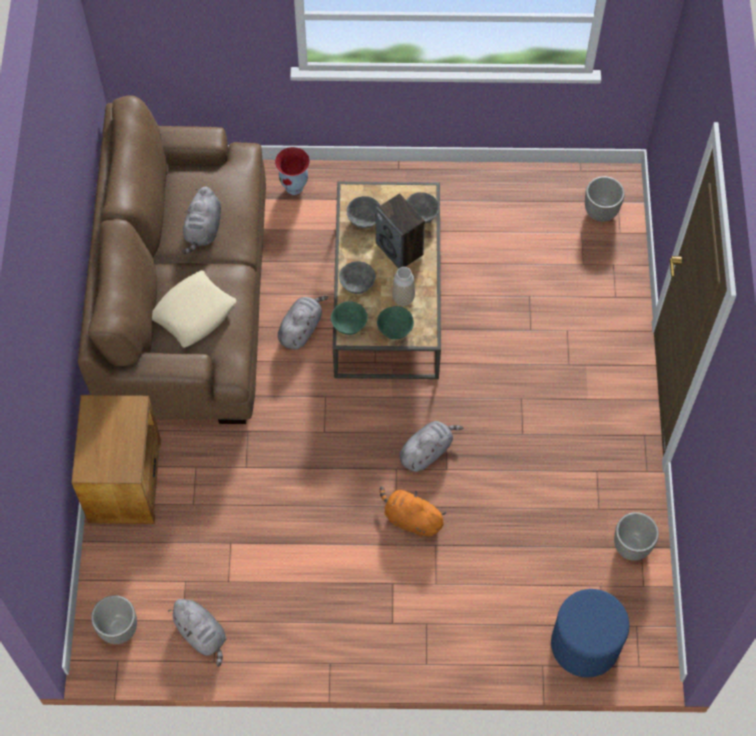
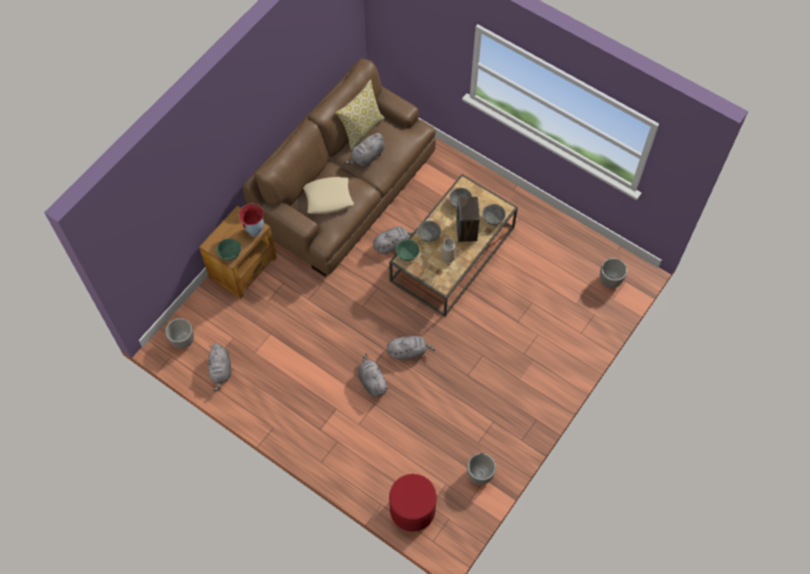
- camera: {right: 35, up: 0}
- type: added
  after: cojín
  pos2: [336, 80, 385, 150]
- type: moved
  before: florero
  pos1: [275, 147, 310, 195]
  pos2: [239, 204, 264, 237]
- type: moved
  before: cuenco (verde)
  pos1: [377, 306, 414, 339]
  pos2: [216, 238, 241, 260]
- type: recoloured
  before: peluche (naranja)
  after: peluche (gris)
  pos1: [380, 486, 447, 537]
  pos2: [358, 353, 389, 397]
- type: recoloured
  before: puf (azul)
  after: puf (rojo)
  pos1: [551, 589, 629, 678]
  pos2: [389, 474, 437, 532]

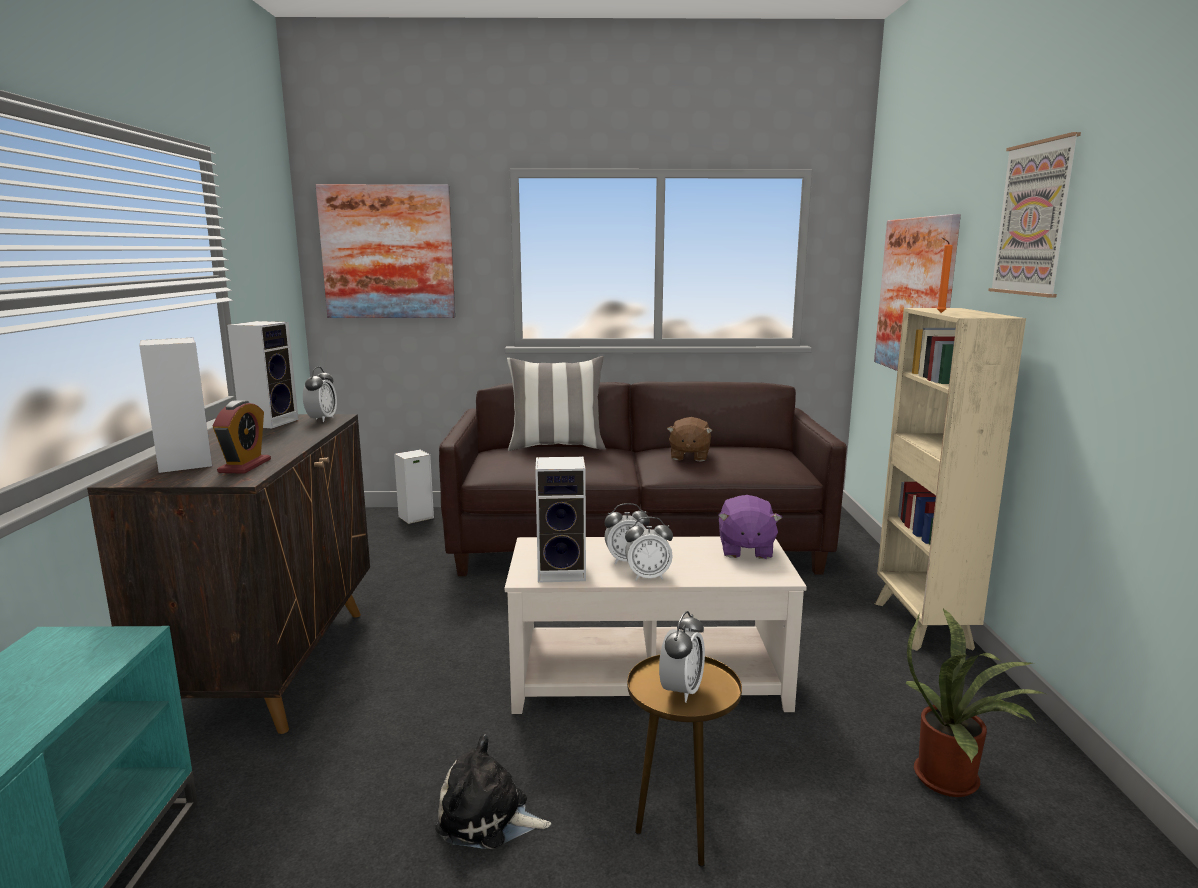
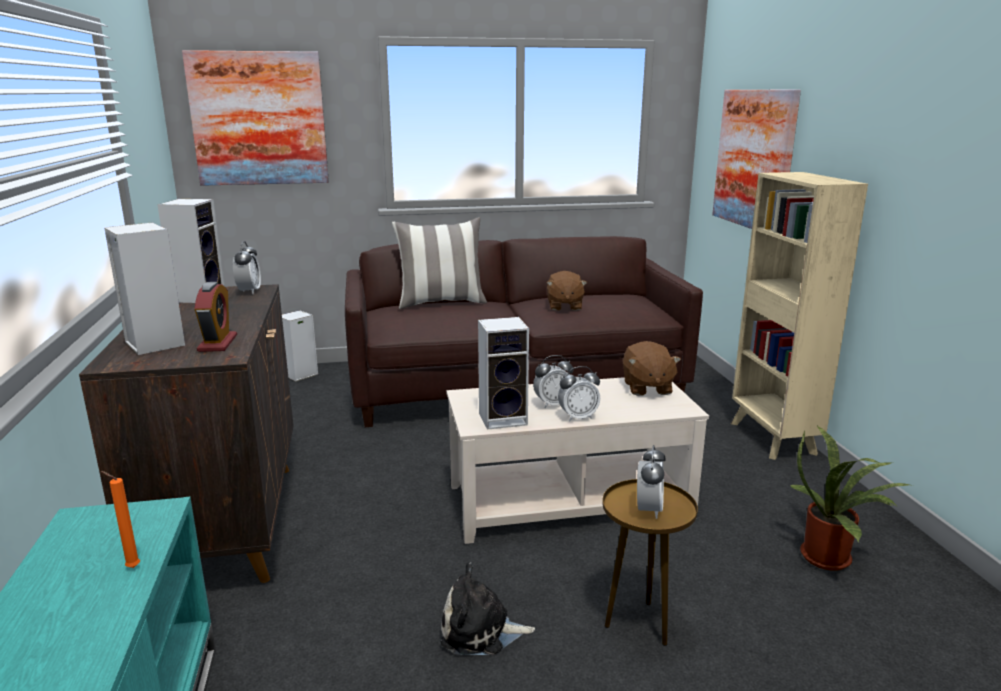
- camera: {right: -10, up: 5}
- type: removed
  before: cuadro
  pos1: [988, 132, 1081, 297]
- type: moved
  before: vela (naranja)
  pos1: [937, 237, 953, 313]
  pos2: [101, 471, 140, 568]
- type: recoloured
  before: peluche (morado)
  after: peluche (marrón)
  pos1: [718, 495, 782, 559]
  pos2: [623, 341, 681, 396]

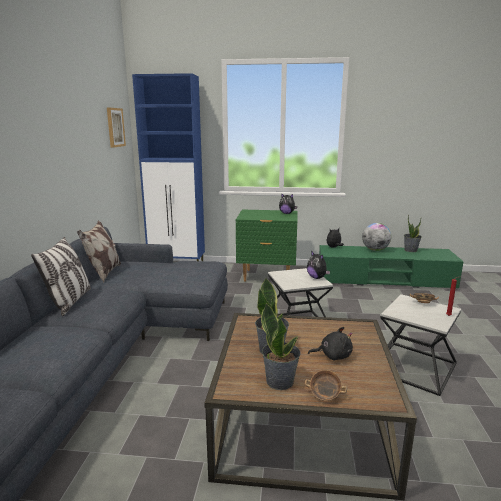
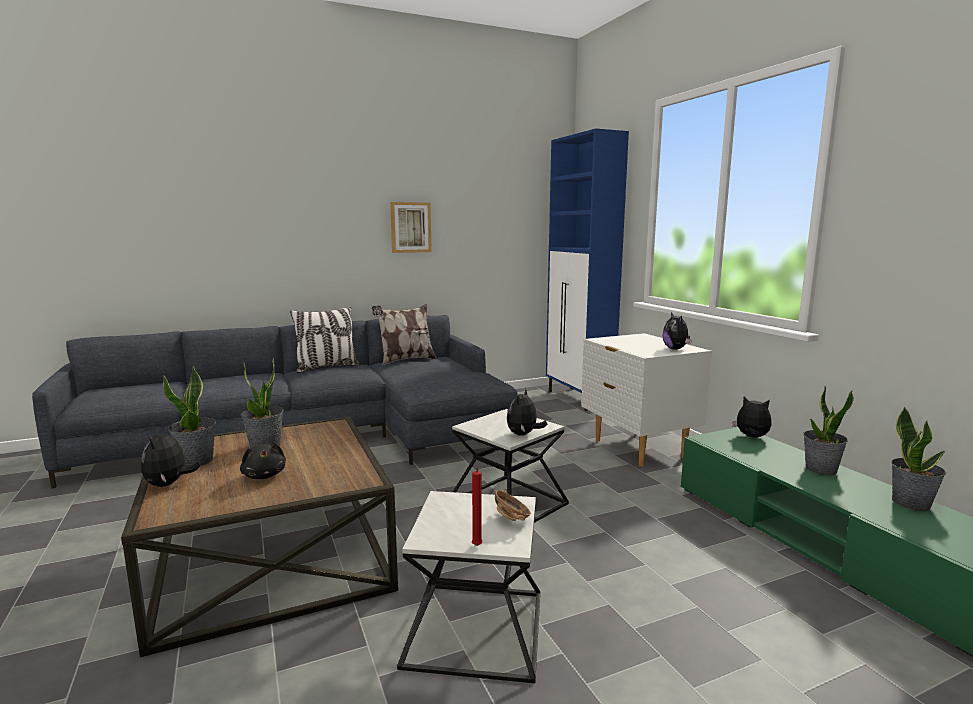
- camera: {right: 60, up: -5}
- type: moved
  before: cuadro
  pos1: [107, 108, 126, 148]
  pos2: [390, 202, 432, 253]
- type: replaced
  before: cuenco
  after: peluche
  pos1: [305, 370, 348, 401]
  pos2: [141, 425, 200, 487]
- type: replaced
  before: globo terráqueo
  after: planta en maceta
  pos1: [362, 223, 391, 251]
  pos2: [803, 386, 854, 475]
- type: recoloured
  before: mesita de noche (verde)
  after: mesita de noche (blanco)
  pos1: [236, 209, 297, 281]
  pos2: [581, 333, 712, 467]

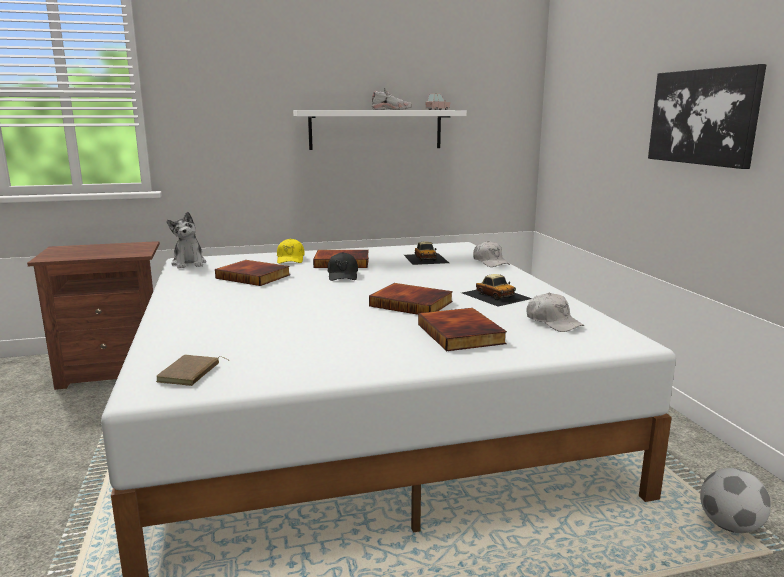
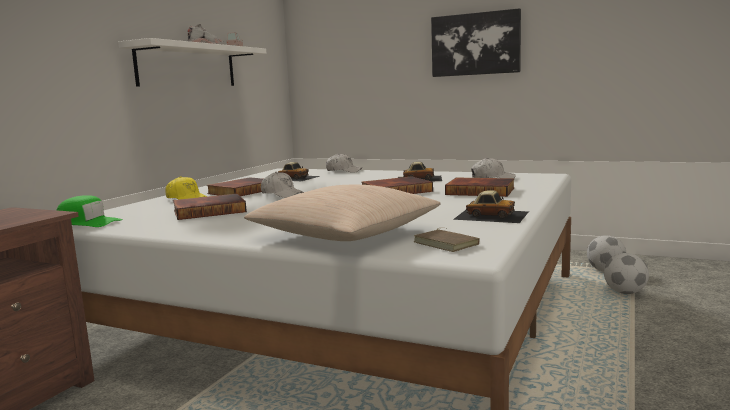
- camera: {right: -50, up: -5}
- type: added
  after: cojín (beis)
  pos2: [244, 185, 441, 241]
- type: added
  after: coche de juguete
  pos2: [453, 190, 529, 223]
- type: added
  after: balón de fútbol
  pos2: [604, 253, 649, 294]
- type: replaced
  before: peluche
  after: gorra (verde)
  pos1: [167, 212, 206, 269]
  pos2: [57, 195, 123, 227]
- type: recoloured
  before: gorra (negro)
  after: gorra (blanco)
  pos1: [327, 252, 358, 281]
  pos2: [261, 172, 304, 198]

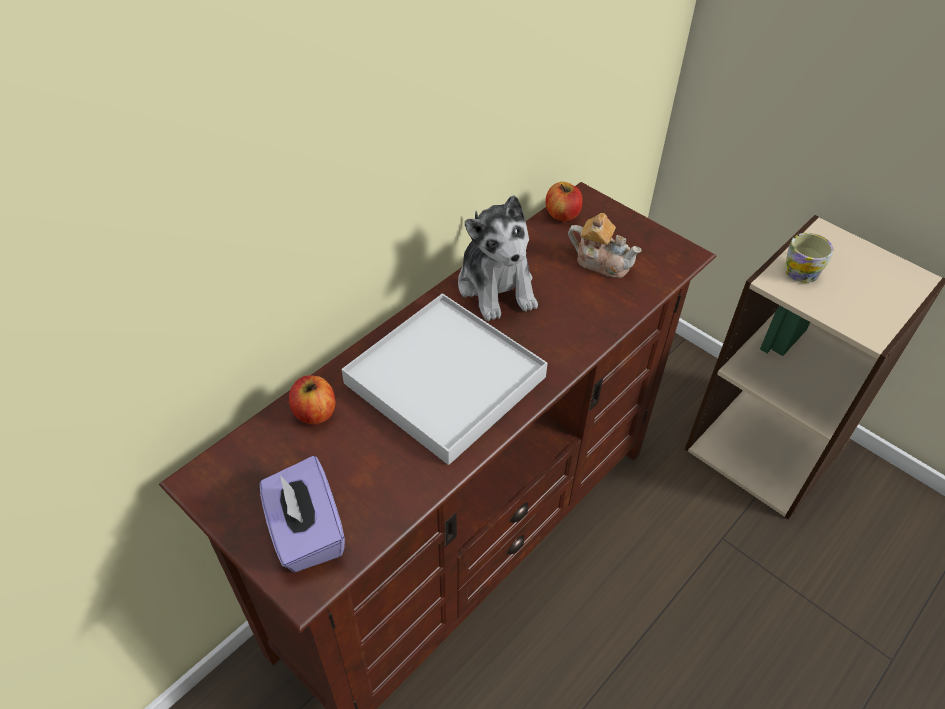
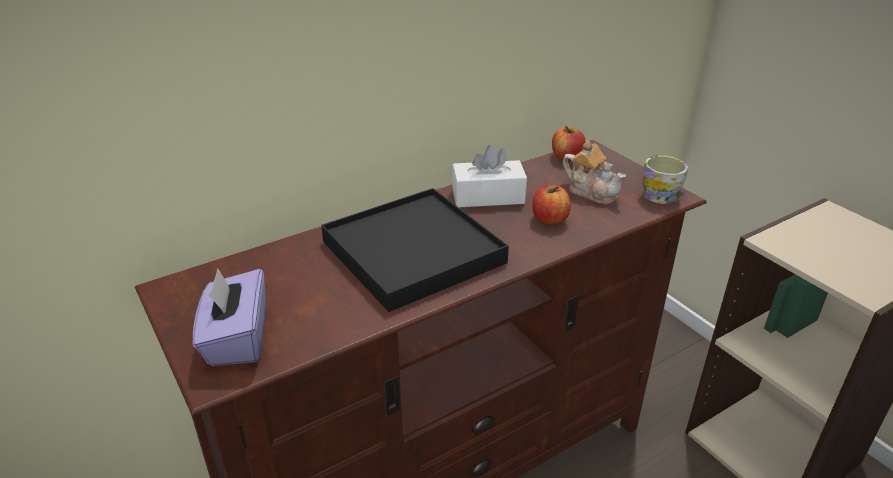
- camera: {right: 15, up: -15}
- type: moved
  before: manzana
  pos1: [289, 375, 336, 425]
  pos2: [532, 185, 571, 225]
- type: moved
  before: taza grande
  pos1: [784, 233, 834, 283]
  pos2: [643, 155, 688, 204]
- type: replaced
  before: peluche
  after: caja de pañuelos (blanco)
  pos1: [458, 195, 538, 321]
  pos2: [452, 145, 527, 207]
- type: recoloured
  before: bandeja (blanco)
  after: bandeja (negro)
  pos1: [342, 293, 548, 465]
  pos2: [321, 188, 509, 312]

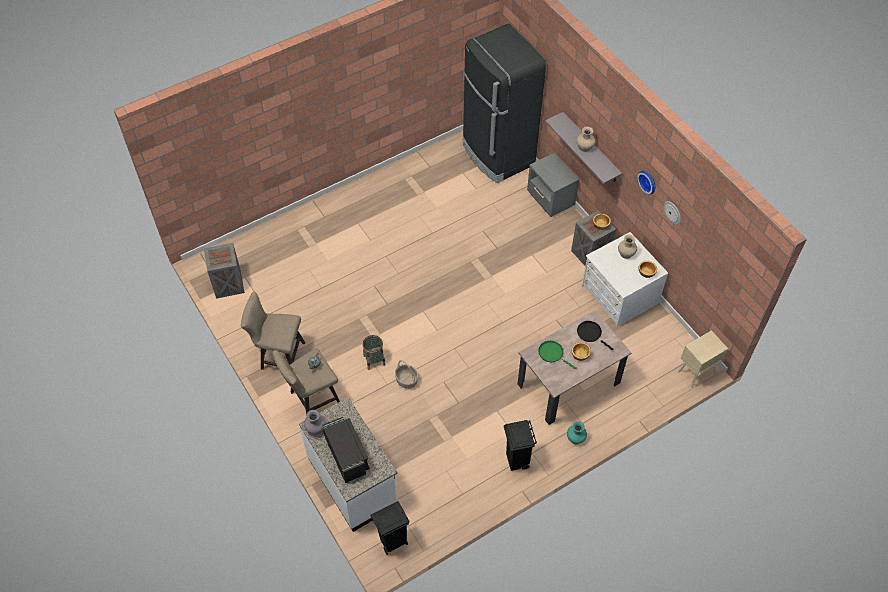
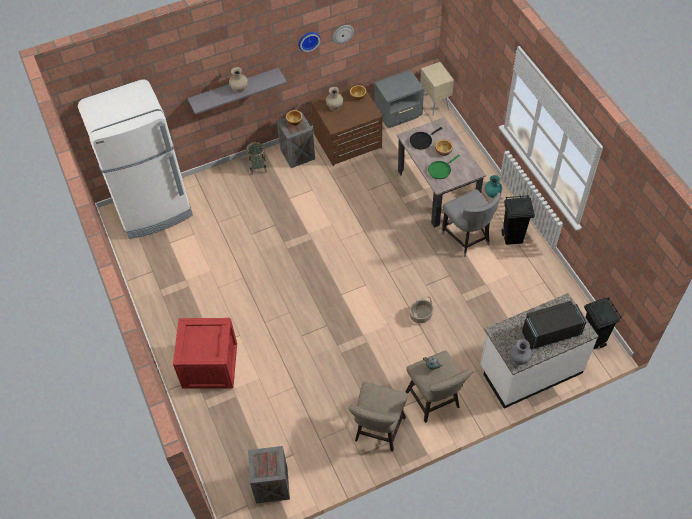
- camera: {right: -80, up: 0}
- type: added
  after: caja de embalaje
  pos2: [173, 318, 237, 389]
- type: added
  after: silla (gris)
  pos2: [442, 189, 501, 257]
- type: moved
  before: cesta
  pos1: [363, 335, 386, 370]
  pos2: [246, 142, 267, 175]
- type: moved
  before: mesita de noche (gris)
  pos1: [527, 153, 579, 217]
  pos2: [374, 70, 424, 128]
- type: recoloured
  before: nevera (negro)
  after: nevera (blanco)
  pos1: [463, 24, 546, 183]
  pos2: [78, 79, 193, 239]
- type: recoloured
  before: cómoda (blanco)
  after: cómoda (marrón)
  pos1: [582, 232, 668, 327]
  pos2: [310, 83, 383, 167]

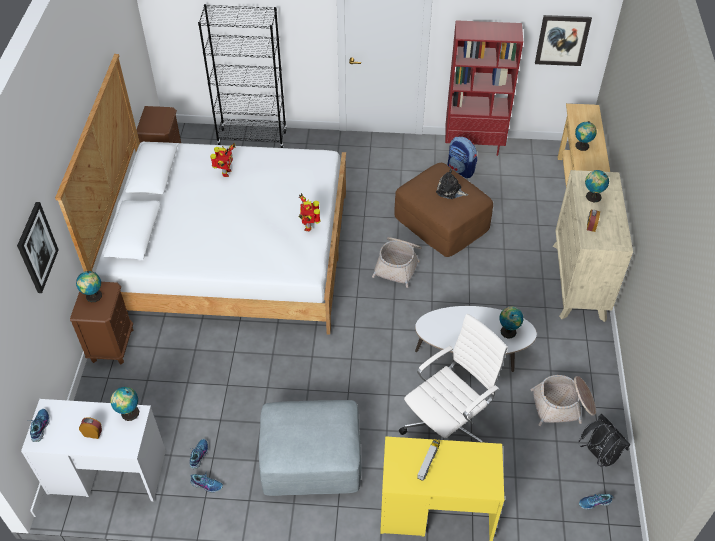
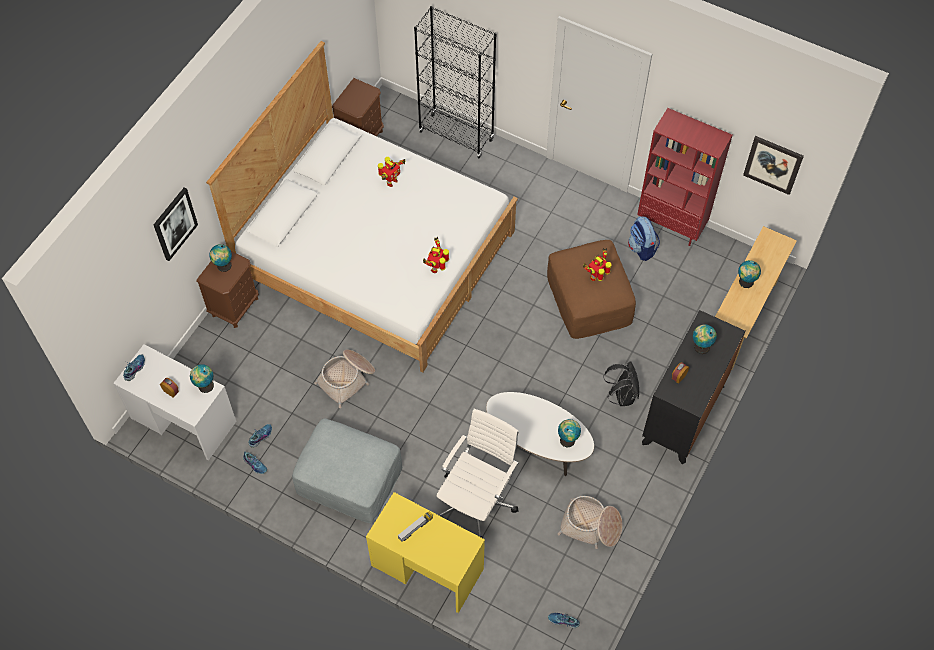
- camera: {right: 25, up: 10}
- type: moved
  before: cesta
  pos1: [372, 237, 422, 288]
  pos2: [314, 350, 375, 408]
- type: moved
  before: mochila (negro)
  pos1: [578, 414, 630, 467]
  pos2: [603, 361, 639, 406]
- type: replaced
  before: peluche
  after: robot de juguete
  pos1: [436, 169, 468, 199]
  pos2: [583, 248, 611, 281]
- type: recoloured
  before: cómoda (beis)
  after: cómoda (negro)
  pos1: [552, 170, 633, 322]
  pos2: [642, 310, 745, 464]
- type: turned
  before: silla de oficina (blanco)
  pos1: [399, 314, 508, 443]
  pos2: [436, 409, 519, 538]
  turn: -45

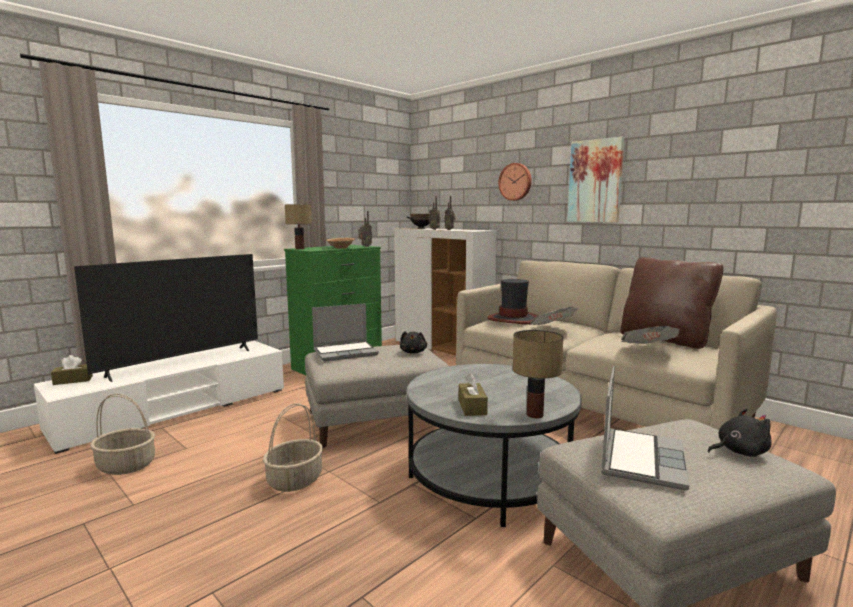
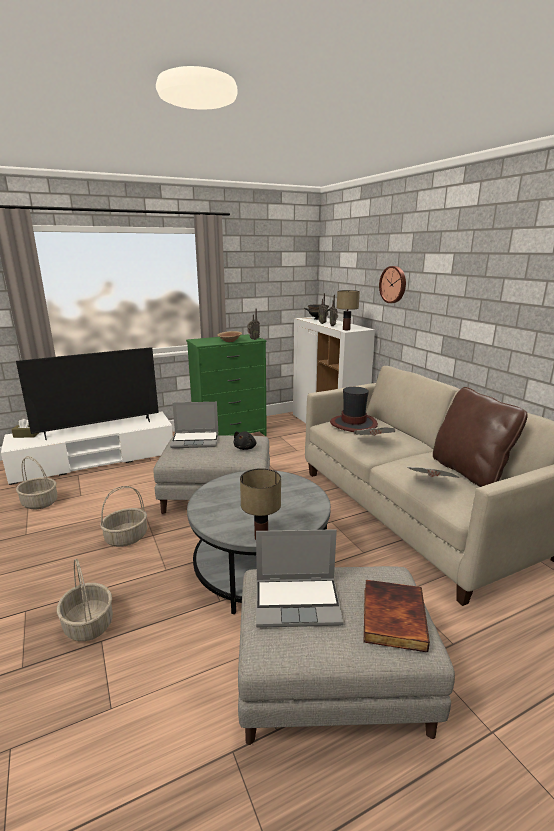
- camera: {right: 20, up: 10}
- type: removed
  before: caja de pañuelos (marrón)
  pos1: [459, 373, 488, 416]
- type: removed
  before: cuadro
  pos1: [567, 137, 624, 223]
- type: added
  after: cesta
  pos2: [57, 559, 113, 641]
- type: moved
  before: lámpara de mesa
  pos1: [285, 204, 312, 249]
  pos2: [337, 290, 360, 330]
- type: replaced
  before: peluche (negro)
  after: libro
  pos1: [708, 408, 772, 457]
  pos2: [364, 580, 430, 653]
- type: turned
  before: portátil
  pos1: [601, 366, 689, 490]
  pos2: [256, 529, 344, 628]
  turn: 45

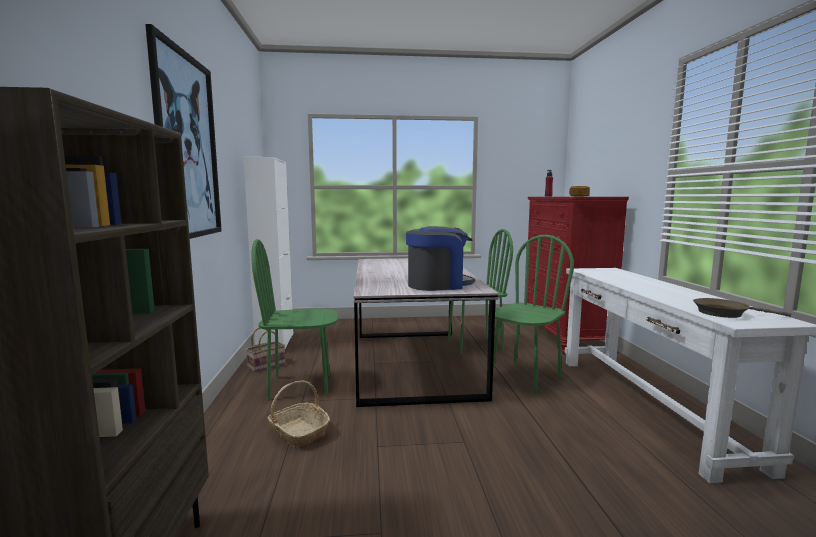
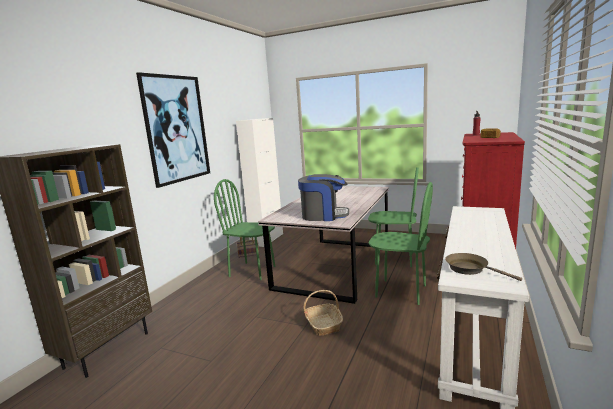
- camera: {right: 30, up: 5}
- type: moved
  before: cesta
  pos1: [267, 381, 330, 448]
  pos2: [303, 290, 343, 336]
- type: turned
  before: silla (verde)
  pos1: [493, 235, 574, 394]
  pos2: [368, 182, 433, 305]
  turn: 45

